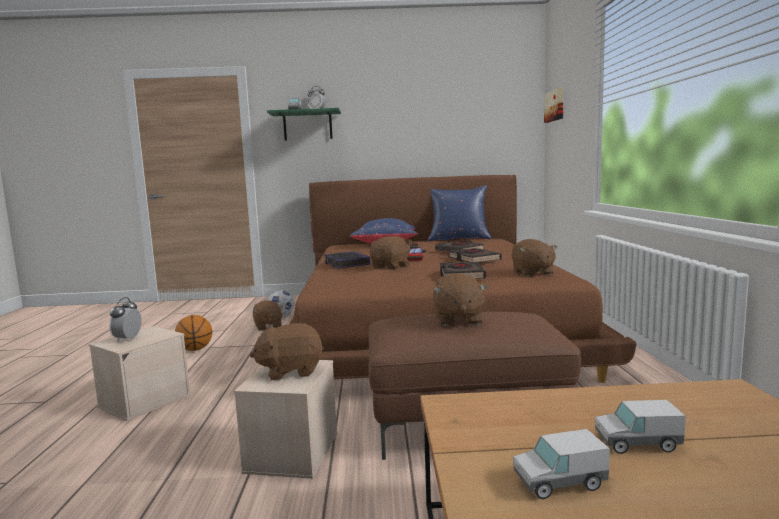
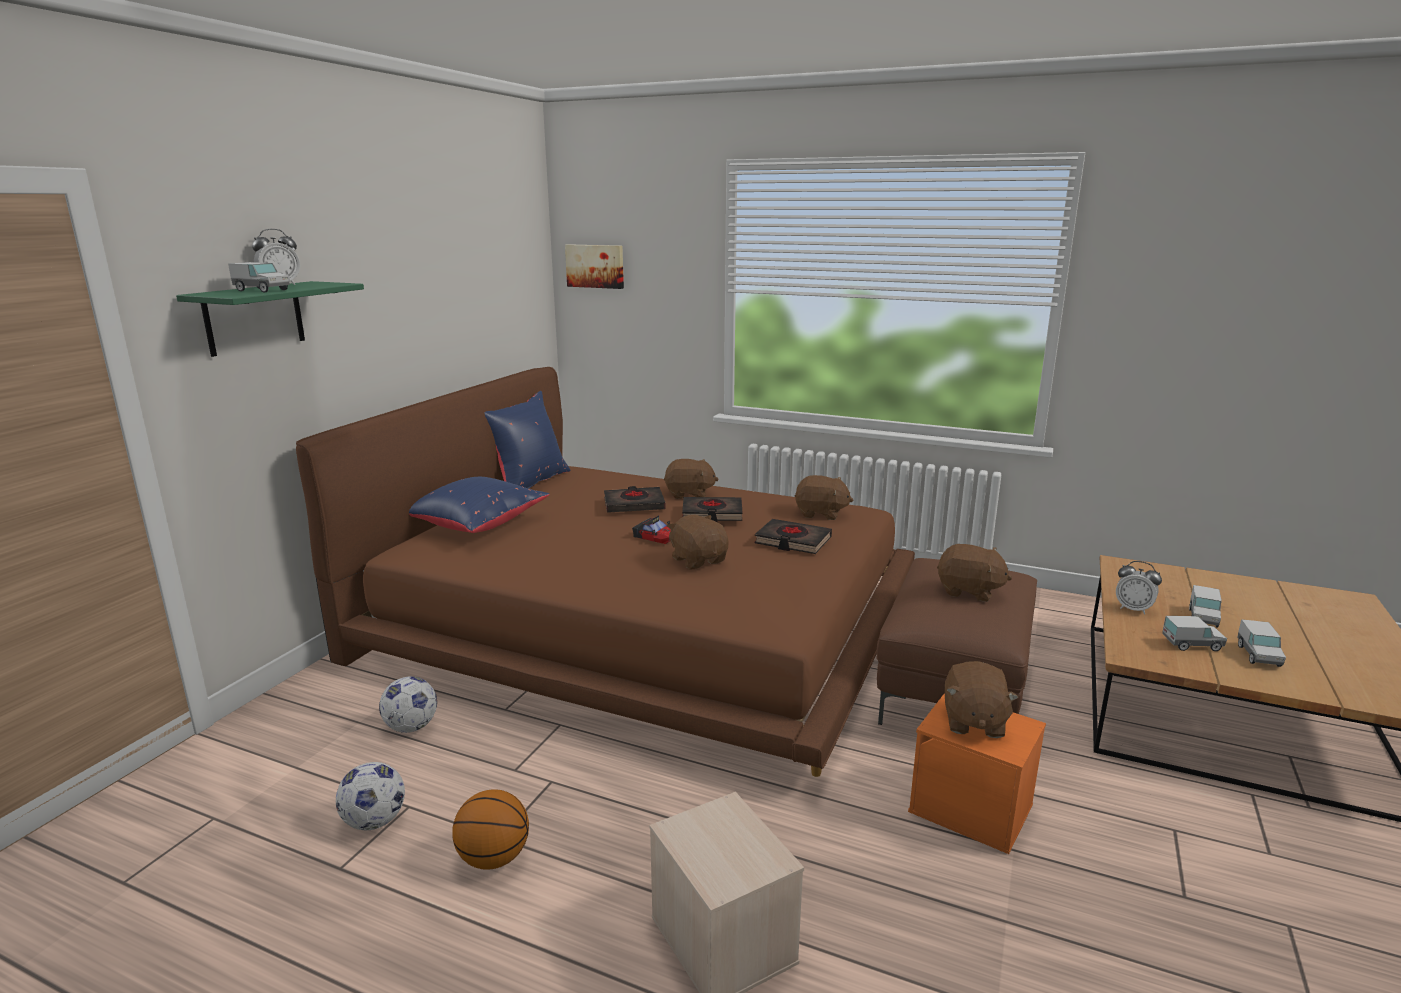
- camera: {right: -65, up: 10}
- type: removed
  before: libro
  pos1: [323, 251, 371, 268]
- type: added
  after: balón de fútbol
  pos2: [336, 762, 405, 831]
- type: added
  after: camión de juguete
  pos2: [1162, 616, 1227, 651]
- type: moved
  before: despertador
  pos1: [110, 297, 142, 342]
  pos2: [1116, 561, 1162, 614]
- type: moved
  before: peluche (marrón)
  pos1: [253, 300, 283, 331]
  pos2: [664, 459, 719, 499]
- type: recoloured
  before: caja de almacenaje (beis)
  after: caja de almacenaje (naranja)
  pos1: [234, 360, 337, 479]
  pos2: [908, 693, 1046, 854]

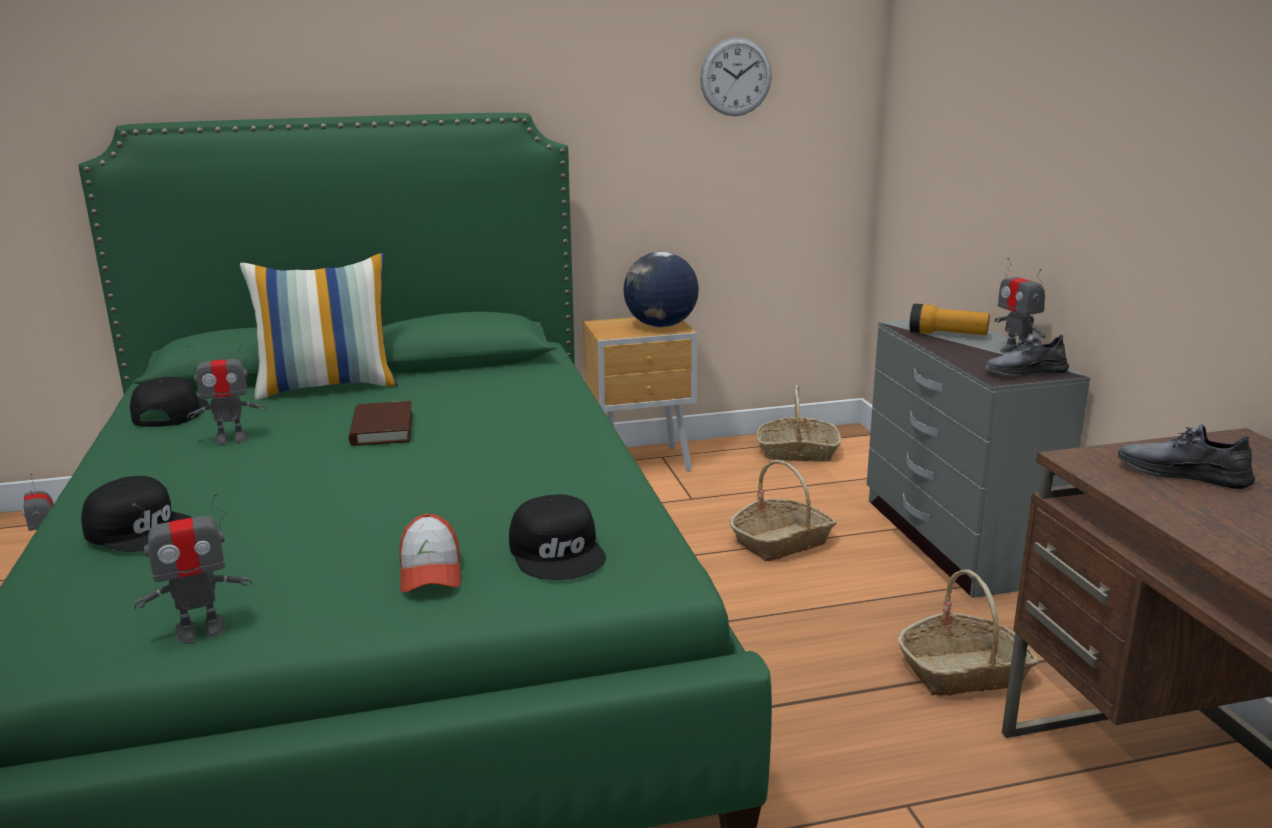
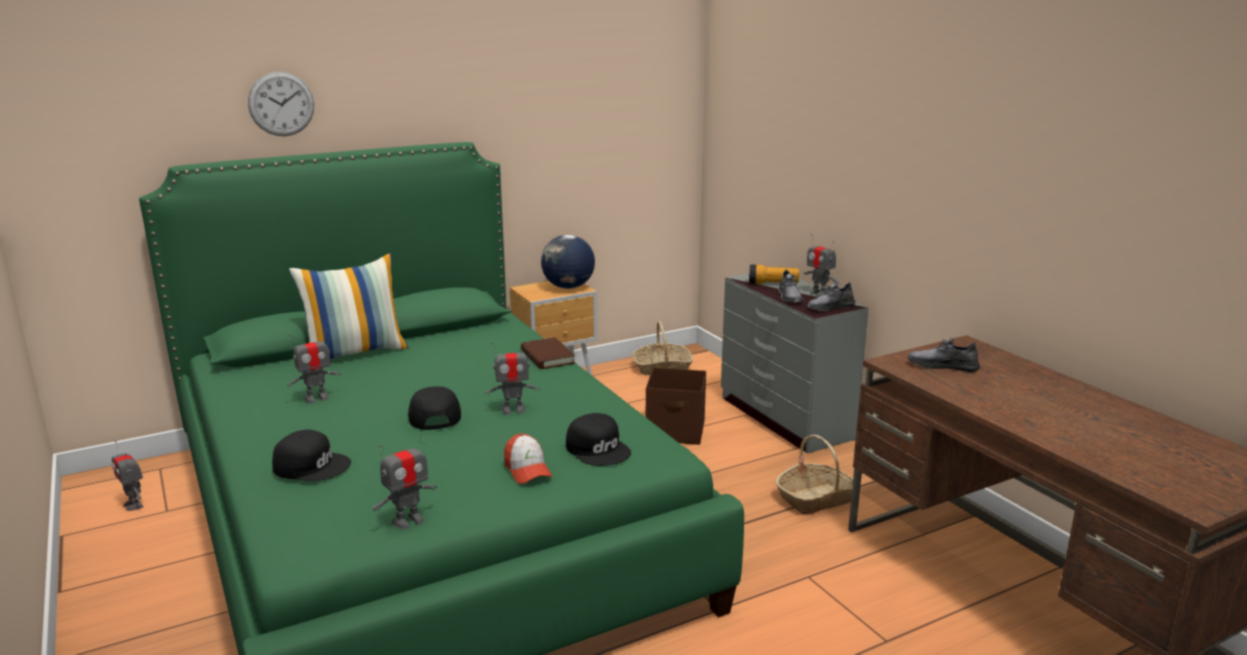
- camera: {right: -15, up: 0}
- type: added
  after: robot de juguete
  pos2: [485, 342, 540, 415]
- type: added
  after: zapato (gris)
  pos2: [778, 270, 804, 302]
- type: moved
  before: gorra (negro)
  pos1: [130, 377, 209, 427]
  pos2: [408, 386, 461, 430]
- type: moved
  before: libro (marrón)
  pos1: [349, 401, 412, 446]
  pos2: [521, 337, 575, 369]
- type: moved
  before: reloj de pared
  pos1: [700, 37, 772, 116]
  pos2: [248, 72, 314, 136]
- type: replaced
  before: cesta
  after: caja de almacenaje (marrón)
  pos1: [730, 460, 837, 561]
  pos2: [646, 367, 706, 445]

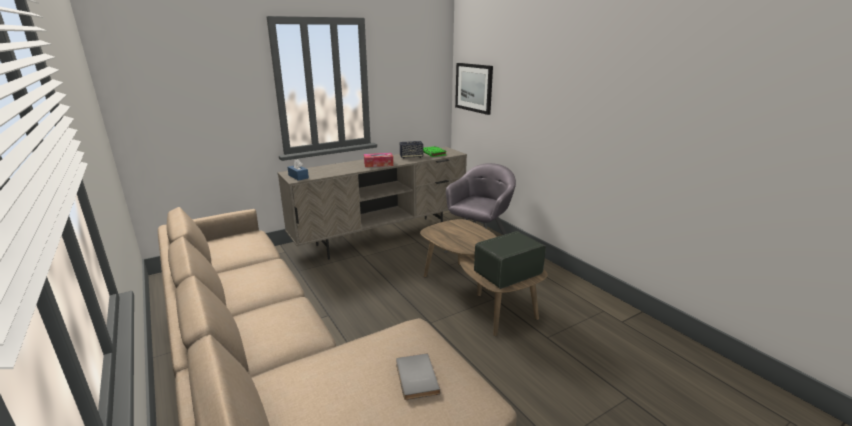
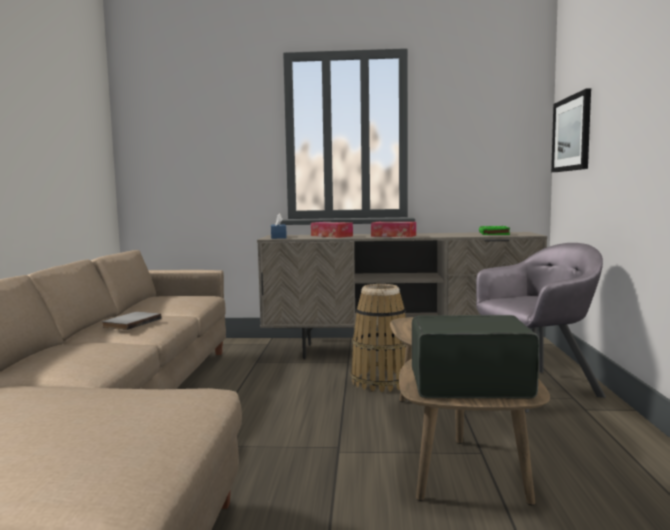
- camera: {right: 35, up: -15}
- type: removed
  before: altavoz
  pos1: [400, 141, 423, 159]
- type: added
  after: caja de pañuelos
  pos2: [311, 222, 353, 238]
- type: added
  after: cesta
  pos2: [351, 284, 406, 392]
- type: moved
  before: libro (gris)
  pos1: [396, 353, 440, 400]
  pos2: [102, 312, 161, 330]

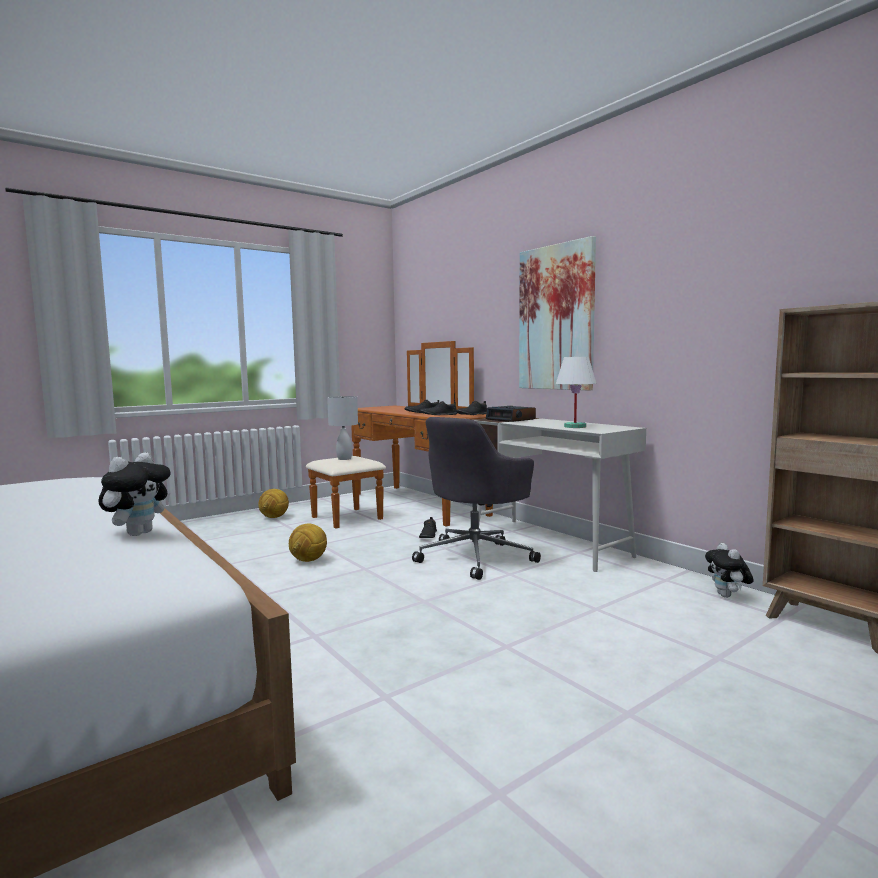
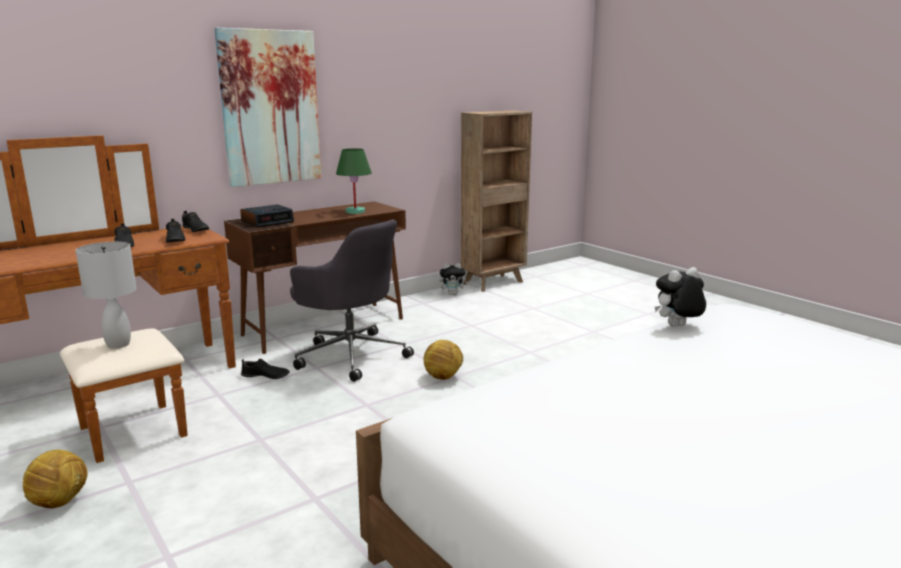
- camera: {right: -90, up: 10}
- type: moved
  before: balón de fútbol
  pos1: [289, 524, 327, 562]
  pos2: [424, 340, 463, 380]
- type: recoloured
  before: escritorio (blanco)
  after: escritorio (marrón)
  pos1: [473, 418, 646, 572]
  pos2: [224, 201, 406, 354]
- type: recoloured
  before: lámpara de mesa (blanco)
  after: lámpara de mesa (verde)
  pos1: [556, 357, 596, 428]
  pos2: [336, 148, 372, 214]
- type: turned
  before: peluche
  pos1: [99, 453, 171, 536]
  pos2: [655, 267, 706, 327]
  turn: -45

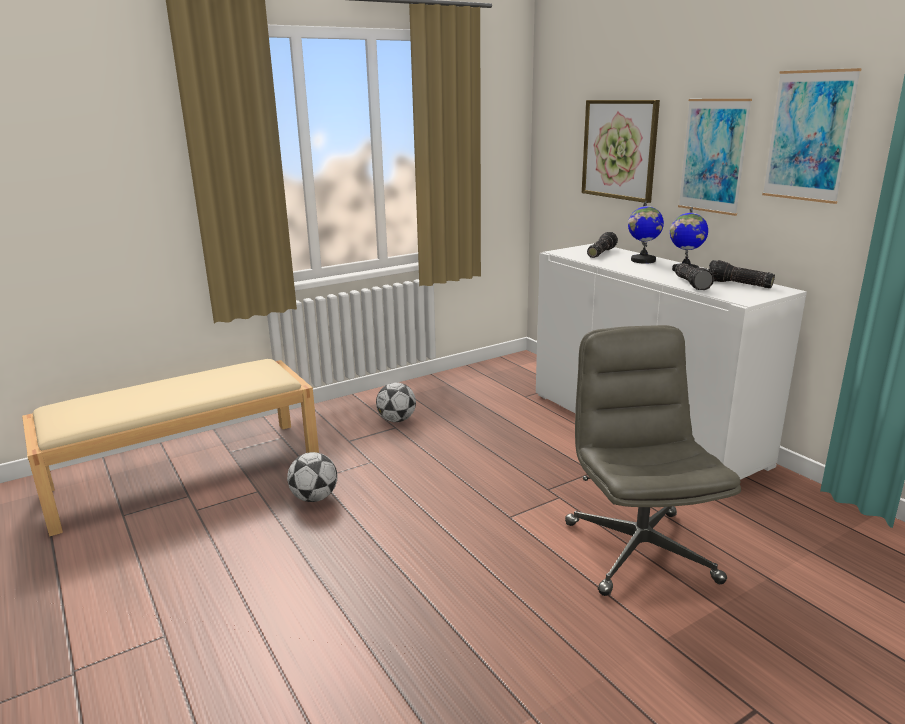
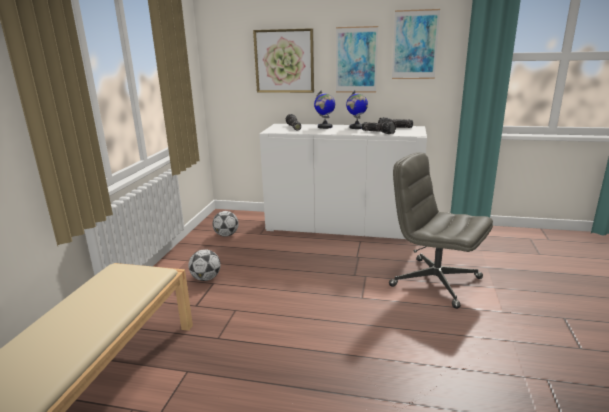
- camera: {right: -45, up: 0}
- type: moved
  before: balón de fútbol
  pos1: [287, 452, 337, 502]
  pos2: [212, 211, 239, 237]

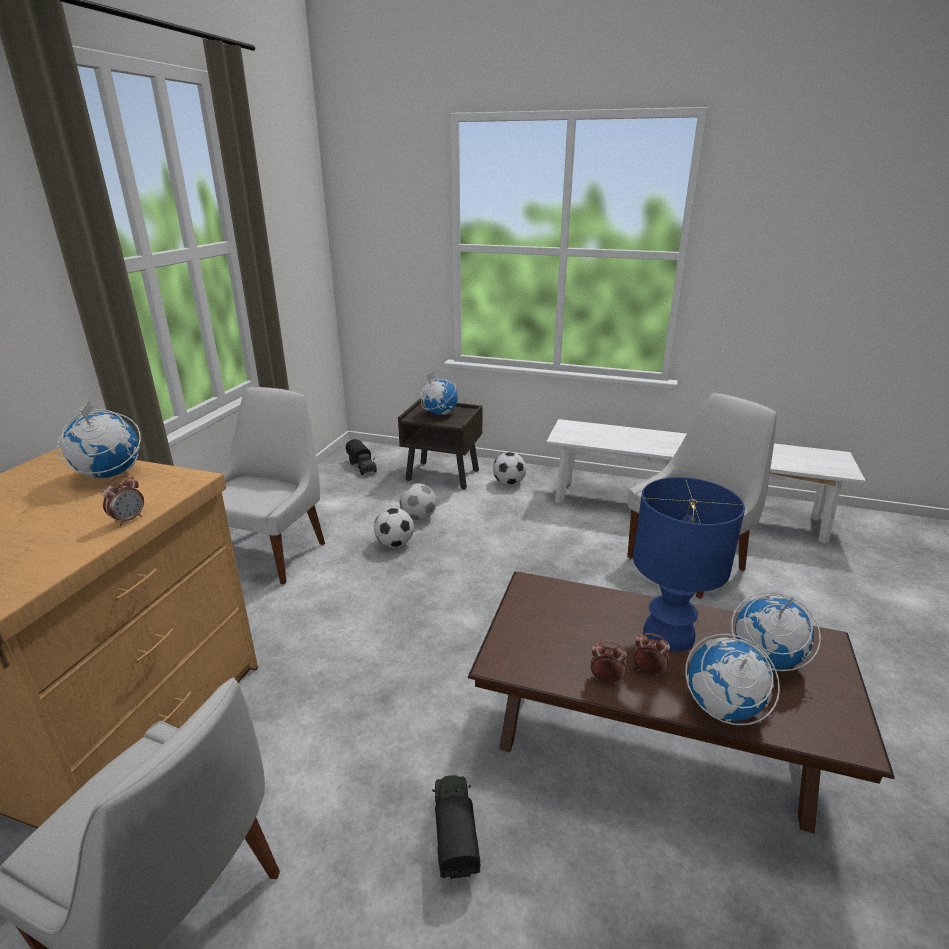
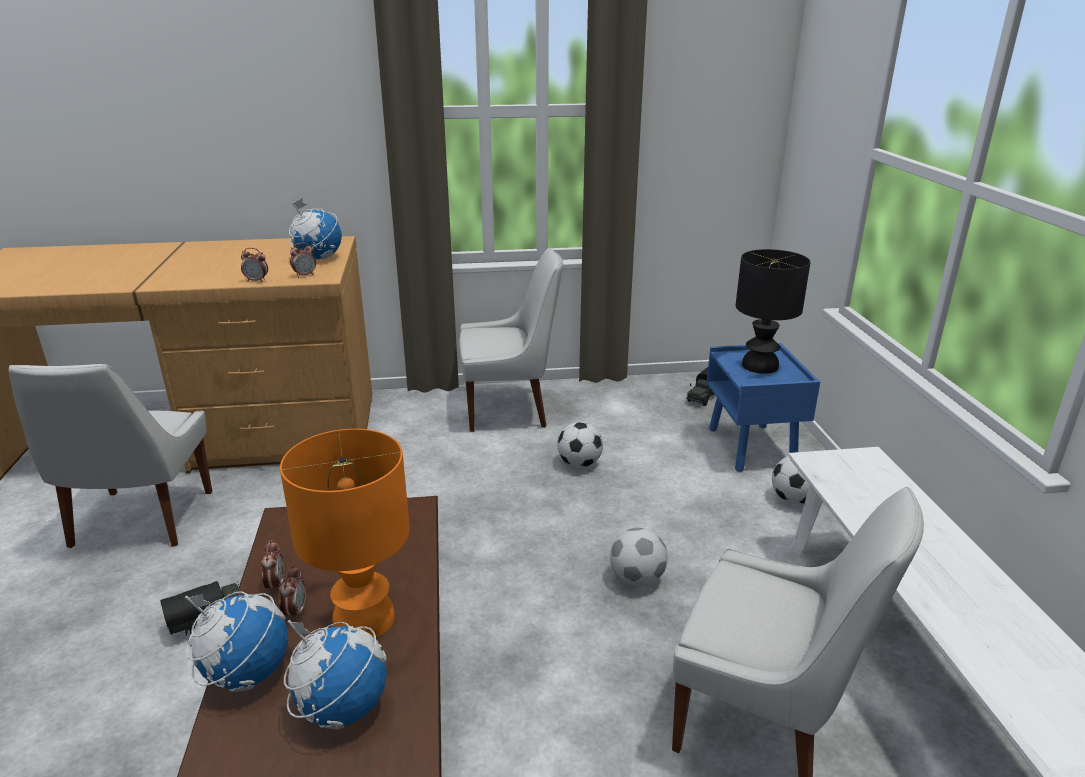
- camera: {right: 65, up: 0}
- type: added
  after: despertador
  pos2: [290, 242, 316, 278]
- type: moved
  before: balón de fútbol
  pos1: [400, 483, 437, 520]
  pos2: [610, 528, 668, 586]
- type: replaced
  before: globo terráqueo
  after: lámpara de mesa (negro)
  pos1: [421, 372, 458, 415]
  pos2: [735, 249, 810, 374]
- type: recoloured
  before: mesita de noche (marrón)
  after: mesita de noche (azul)
  pos1: [398, 399, 482, 489]
  pos2: [707, 343, 820, 472]
- type: recoloured
  before: lámpara de mesa (azul)
  after: lámpara de mesa (naranja)
  pos1: [633, 477, 745, 652]
  pos2: [280, 429, 410, 638]

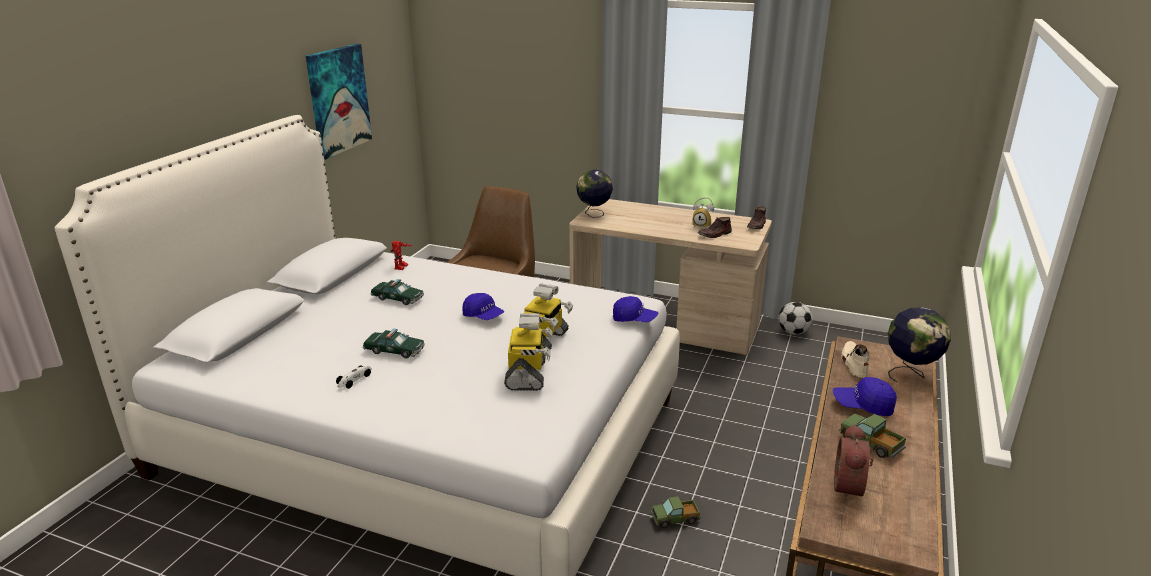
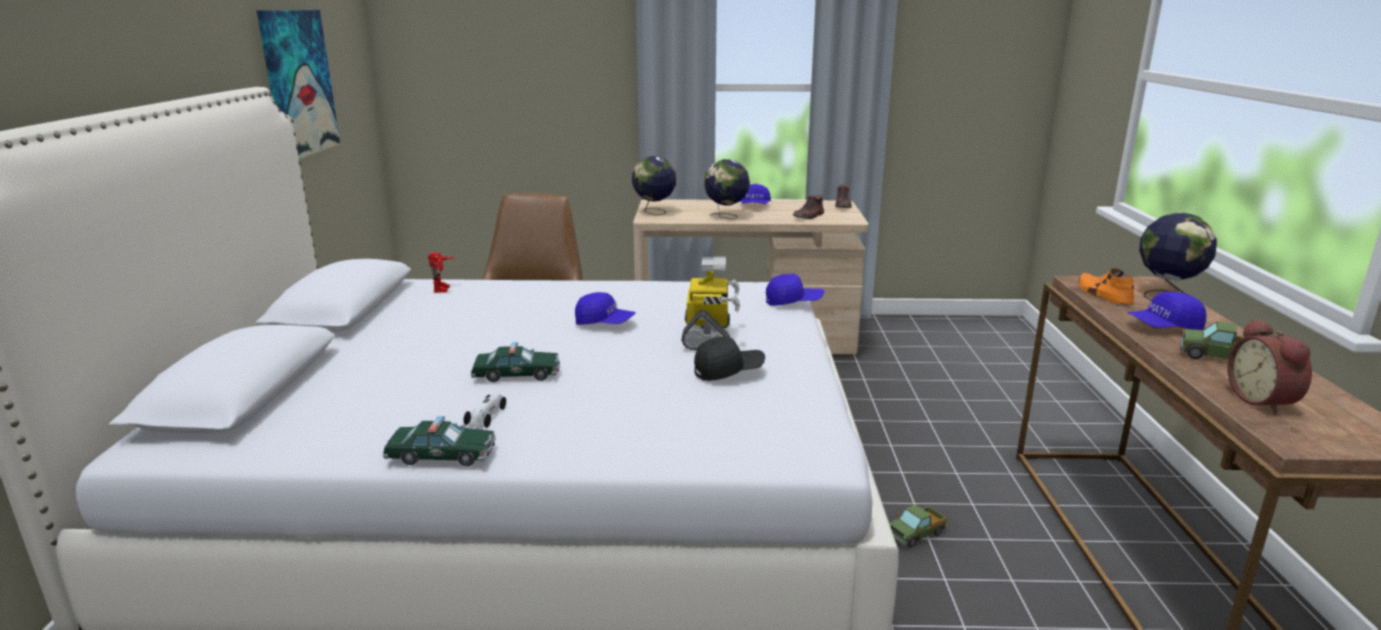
- camera: {right: -20, up: -5}
- type: removed
  before: despertador
  pos1: [693, 197, 714, 228]
- type: removed
  before: balón de fútbol
  pos1: [778, 302, 813, 335]
- type: added
  after: globo terráqueo
  pos2: [704, 159, 750, 219]
- type: added
  after: gorra (azul)
  pos2: [741, 184, 771, 204]
- type: moved
  before: coche de juguete
  pos1: [370, 279, 424, 305]
  pos2: [382, 416, 496, 466]
- type: replaced
  before: robot de juguete
  after: gorra (negro)
  pos1: [504, 313, 552, 391]
  pos2: [694, 336, 765, 381]
- type: recoloured
  before: zapato (beis)
  after: zapato (naranja)
  pos1: [841, 341, 870, 378]
  pos2: [1078, 268, 1134, 305]

